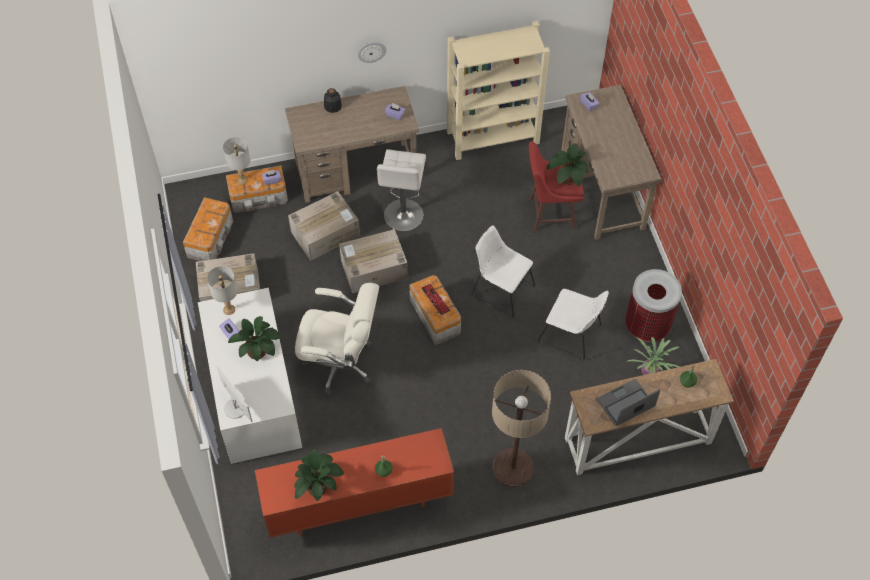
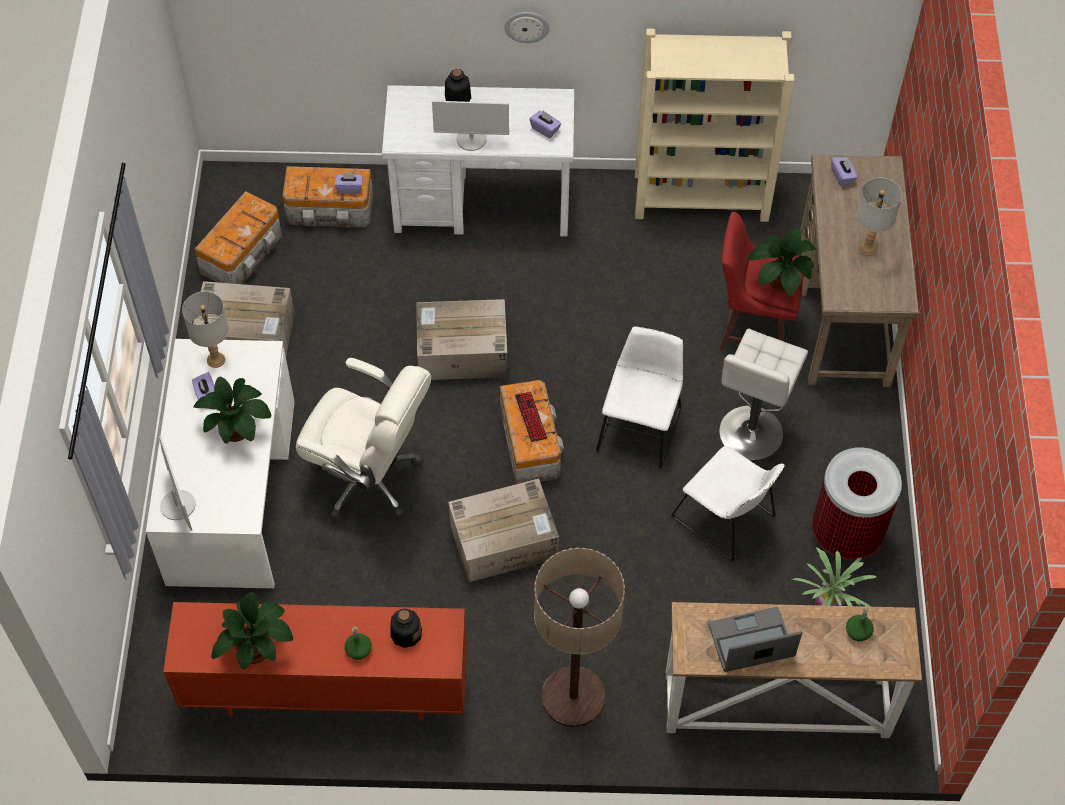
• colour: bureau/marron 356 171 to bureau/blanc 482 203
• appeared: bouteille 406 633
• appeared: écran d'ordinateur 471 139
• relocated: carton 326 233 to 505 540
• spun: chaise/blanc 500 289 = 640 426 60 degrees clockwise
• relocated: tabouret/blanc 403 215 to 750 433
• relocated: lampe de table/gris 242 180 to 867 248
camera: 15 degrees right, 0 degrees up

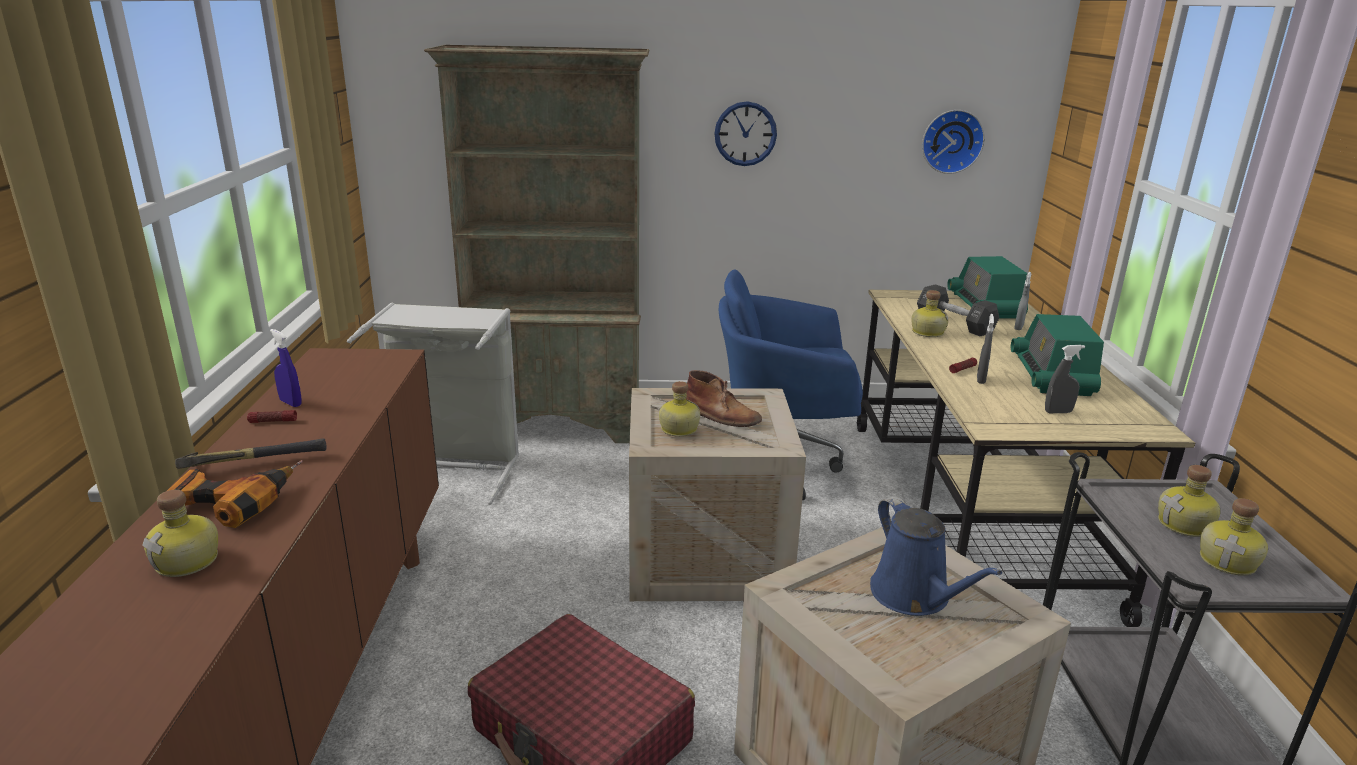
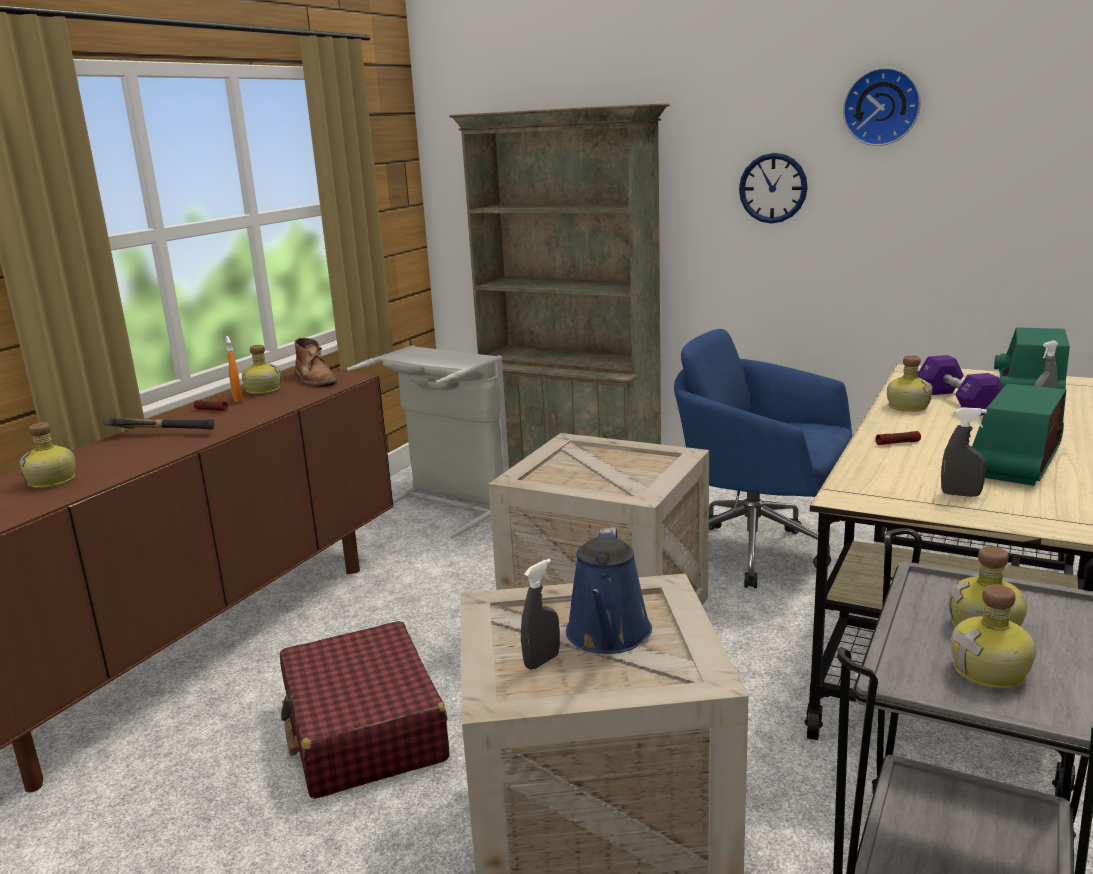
• colour: vaporisateur/bleu 290 403 to vaporisateur/orange 238 400
• relocated: bouteille 677 429 to 262 390
• relocated: botte/marron 721 416 to 315 379
• relocated: vaporisateur/gris 981 379 to 542 661
• relocated: horloge murale 951 141 to 882 107
• colour: haltère/noir 954 323 to haltère/violet 957 402
• missing: perceuse 234 500
camera: 30 degrees right, 5 degrees down

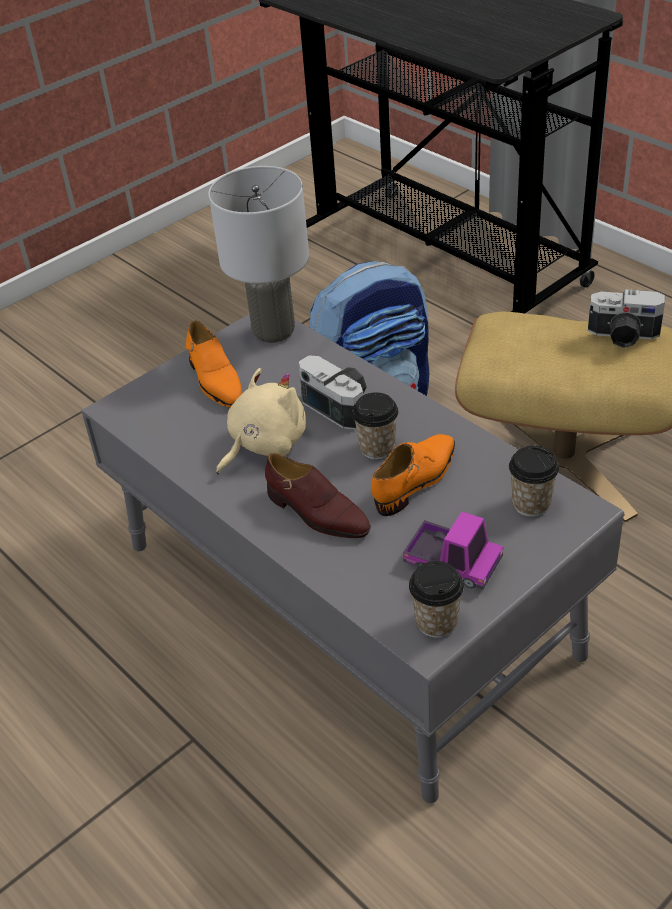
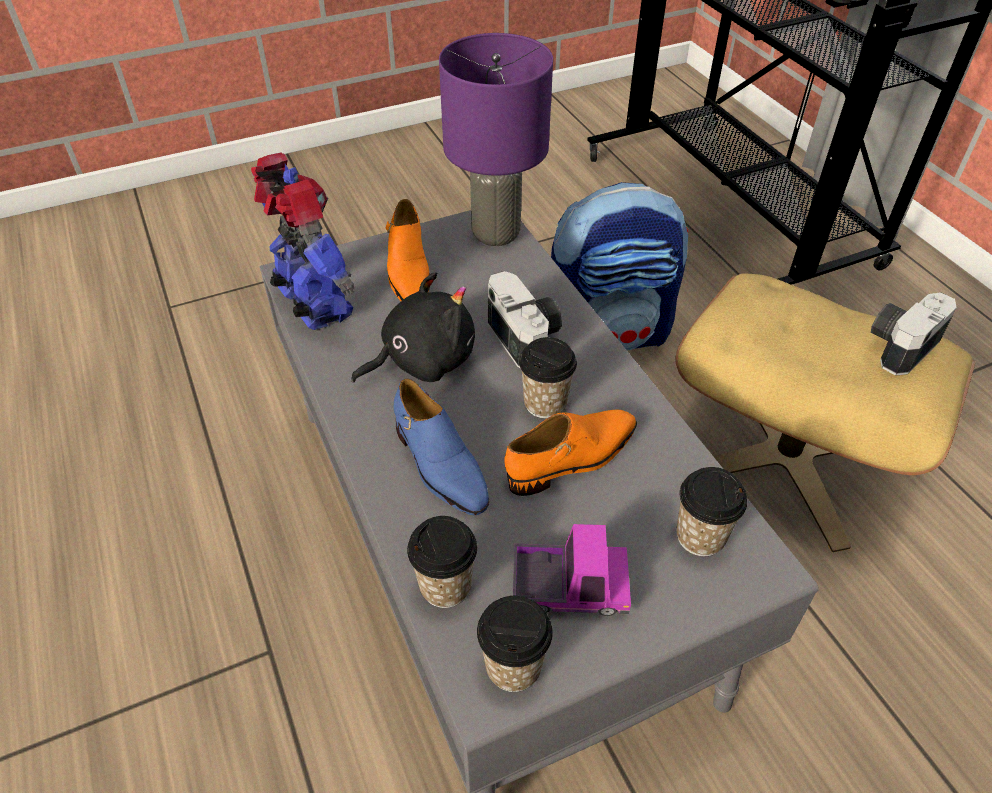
• appeared: robot jouet 314 304
• colour: peluche/beige 264 444 to peluche/noir 422 360
• colour: chaussure/marron 317 513 to chaussure/bleu 439 465
• appeared: tasse 445 586
• colour: lampe de table/blanc 276 332 to lampe de table/violet 498 234
• spun: camion jouet 453 563 = 569 587 45 degrees counterclockwise
• spun: appareil photo 623 336 = 898 344 105 degrees clockwise
camera: 15 degrees right, 5 degrees up

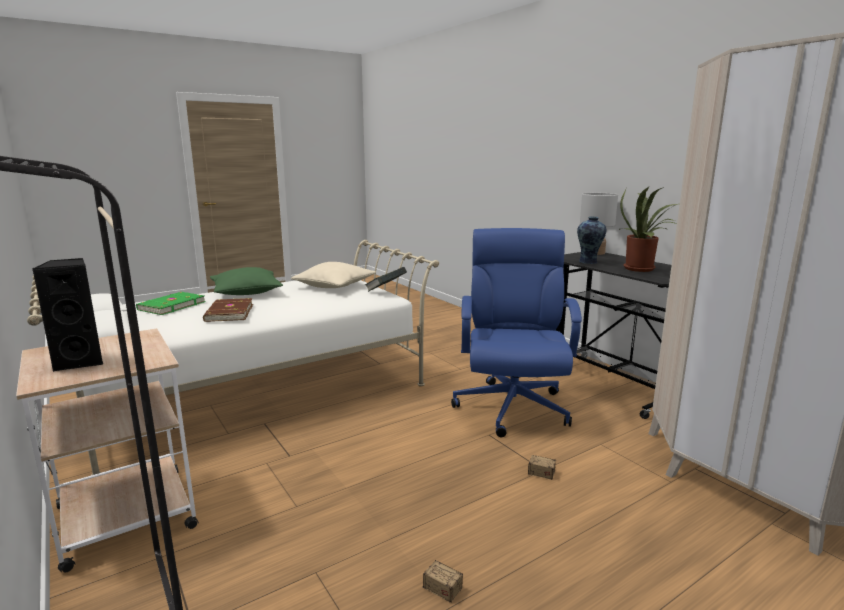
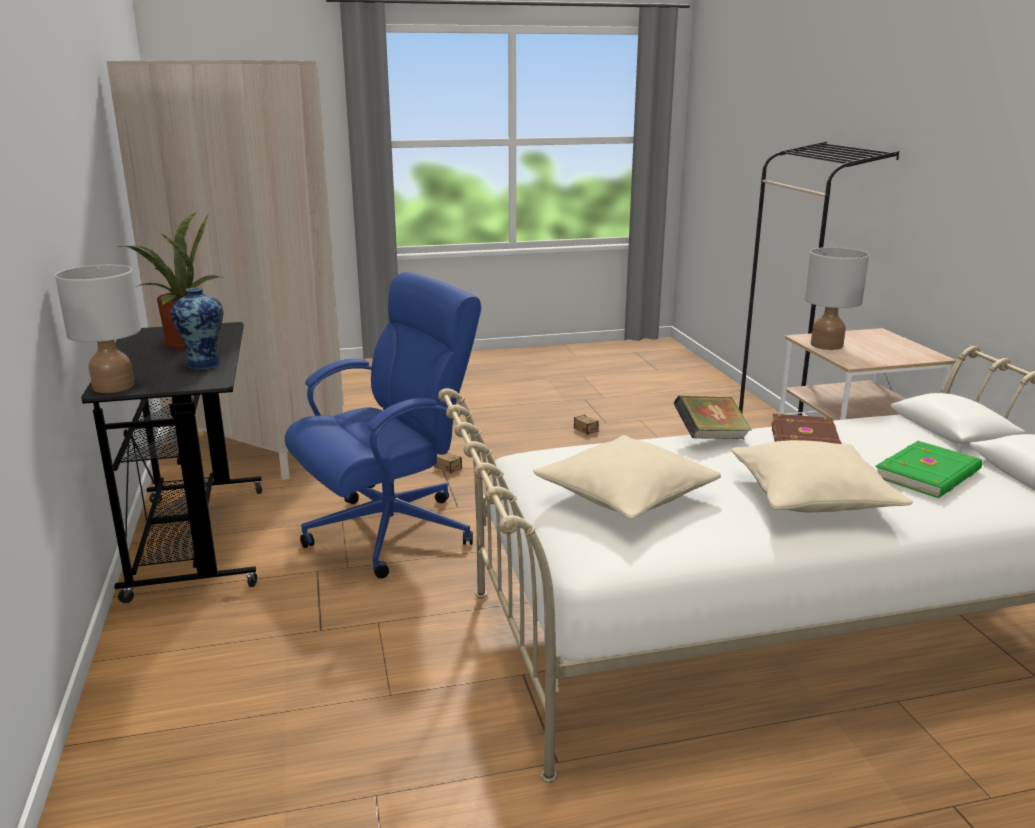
• spun: chaise de bureau/bleu 512 408 = 389 532 150 degrees counterclockwise
• relocated: livre 385 290 to 710 438
• colour: coussin/vert 246 292 to coussin/beige 812 497
• appeared: lampe de table/gris 827 345
• missing: enceinte/noir 81 361
camera: 160 degrees left, 5 degrees up

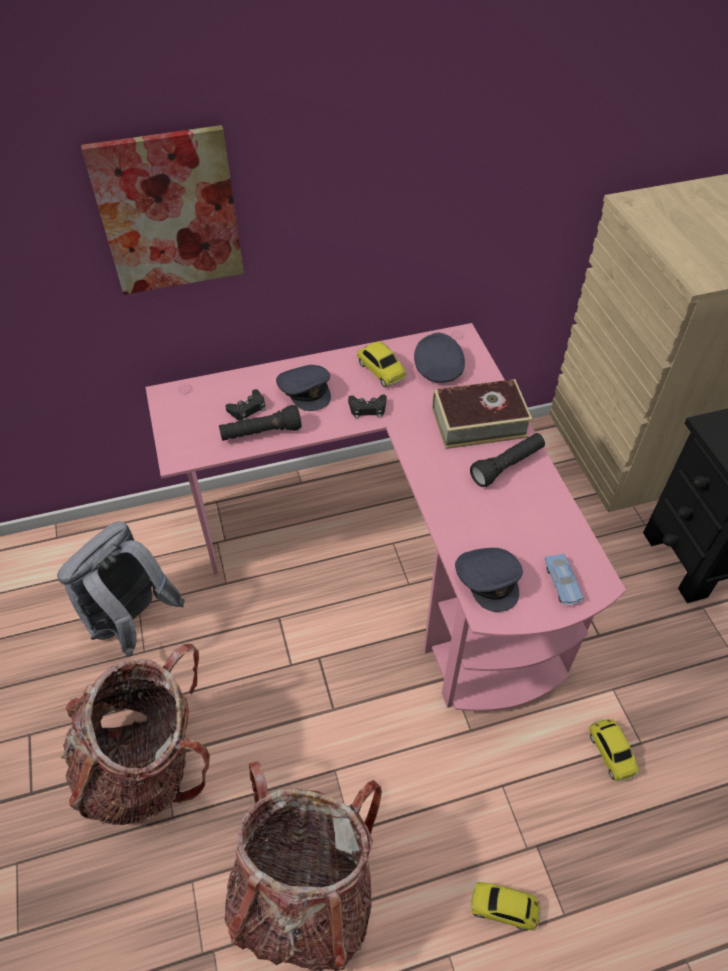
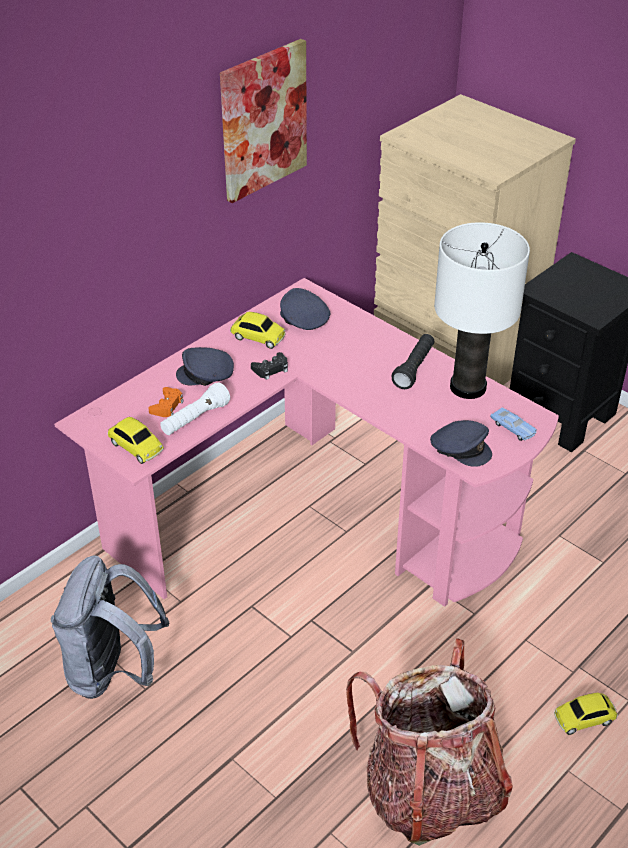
• relocated: petite voiture 611 752 to 136 447
• colour: manette/noir 248 409 to manette/orange 167 406
• colour: lampe de poche/noir 261 433 to lampe de poche/blanc 195 419
• spun: casquette/gris 306 390 = 206 374 150 degrees clockwise
• relocated: tableau 169 212 to 263 120
• appeared: lampe de table/blanc 467 387
• missing: sac à dos 147 764
• missing: livre 479 422
camera: 30 degrees left, 10 degrees down

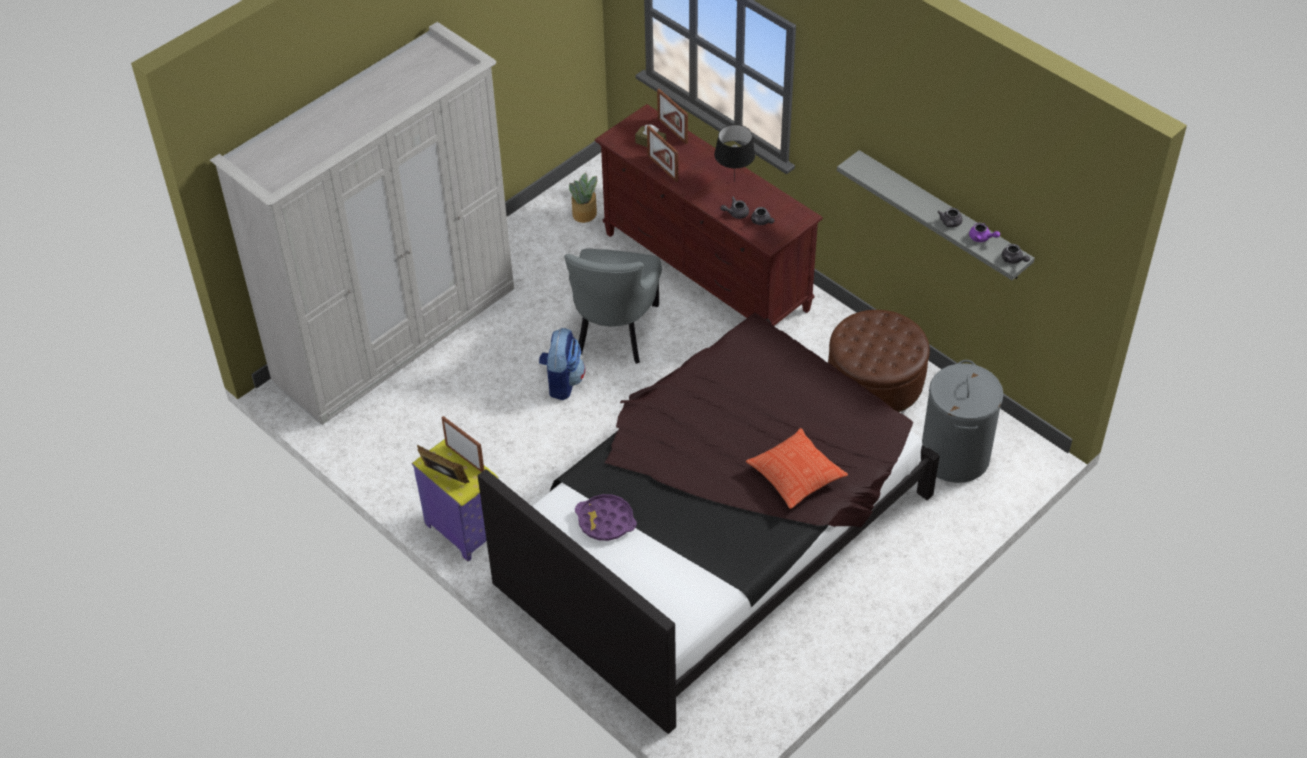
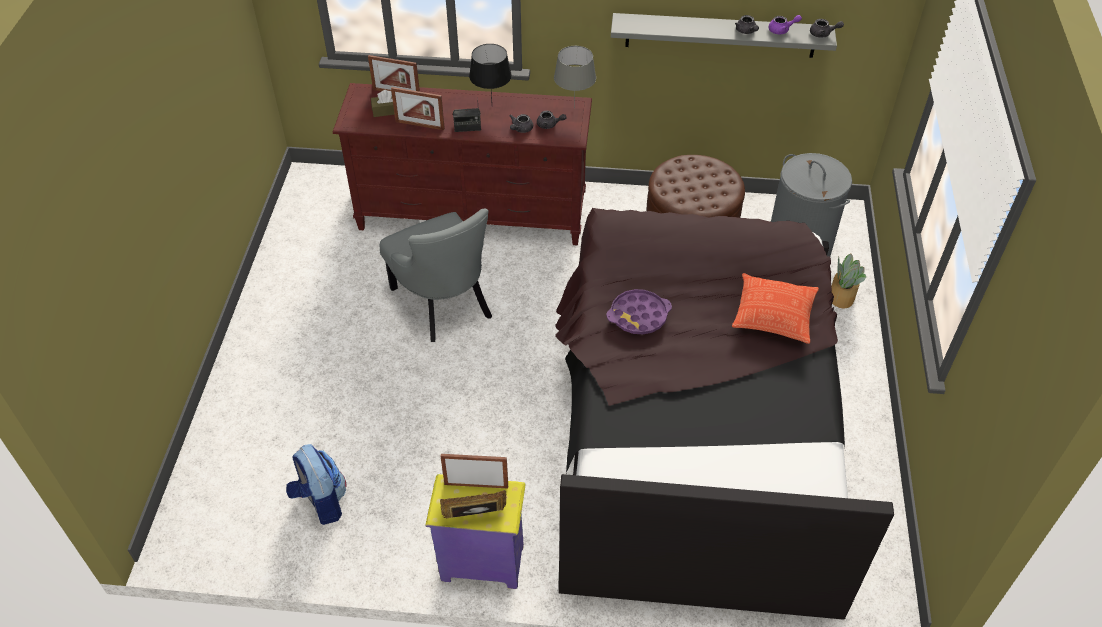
• relocated: sac à dos 562 382 to 321 502
• appeared: radio 467 128
• appeared: lampe de table/gris 574 108
• relocated: plateau/violet 605 521 to 638 316
• relocated: plante en pot 585 214 to 841 297
• missing: armoire/blanc 397 334
camera: 40 degrees left, 0 degrees up

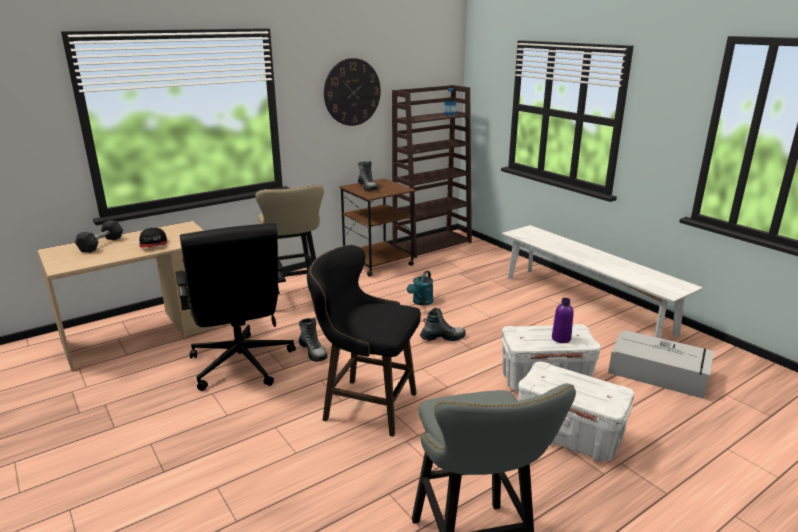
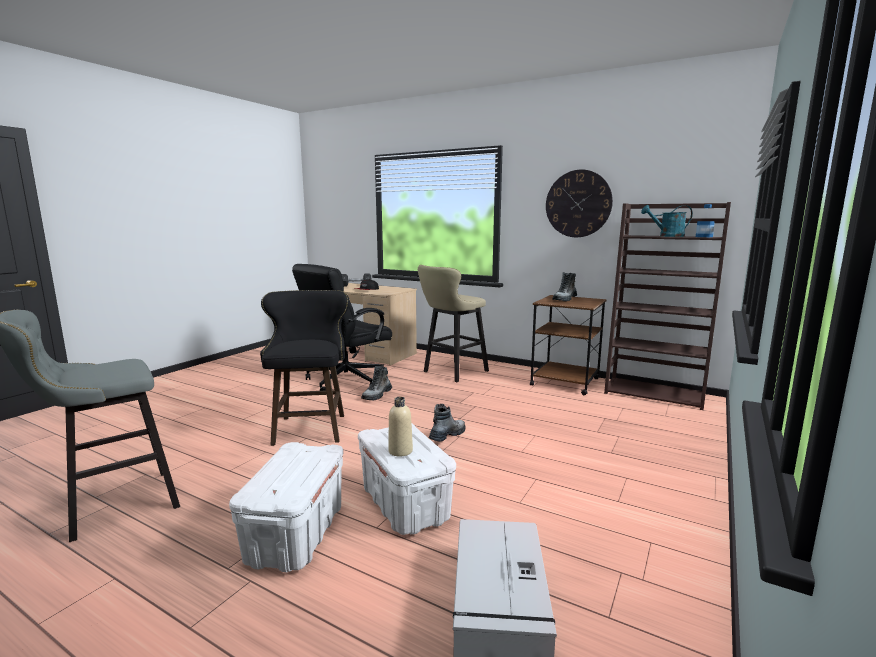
• colour: bouteille/violet 561 338 to bouteille/beige 400 451
• spun: botte 442 338 = 447 435 105 degrees counterclockwise
• relocated: arrosoir/turquoise 421 302 to 667 236
• missing: banc/blanc 584 304
camera: 65 degrees right, 10 degrees down

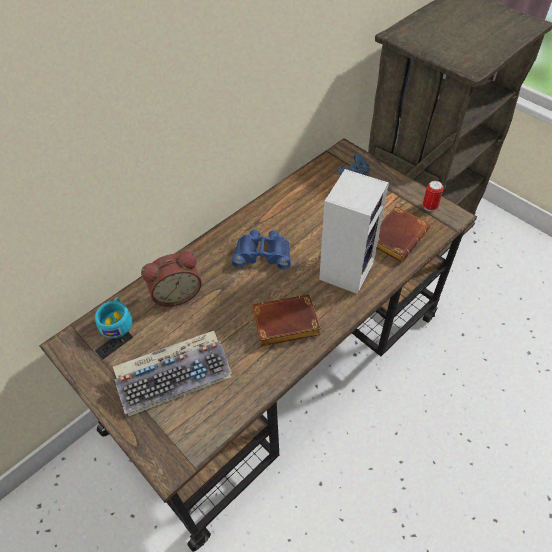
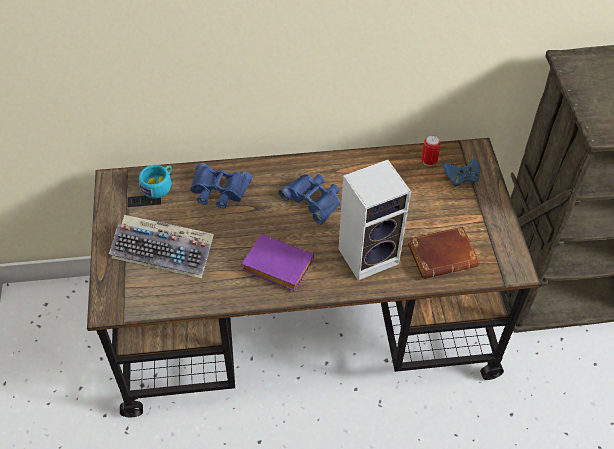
• exchanged: réveil 176 293 to jumelles/bleu 219 190
• colour: livre/marron 284 325 to livre/violet 275 266
• relocated: boîte métallique 429 206 to 428 161
camera: 35 degrees right, 0 degrees up

